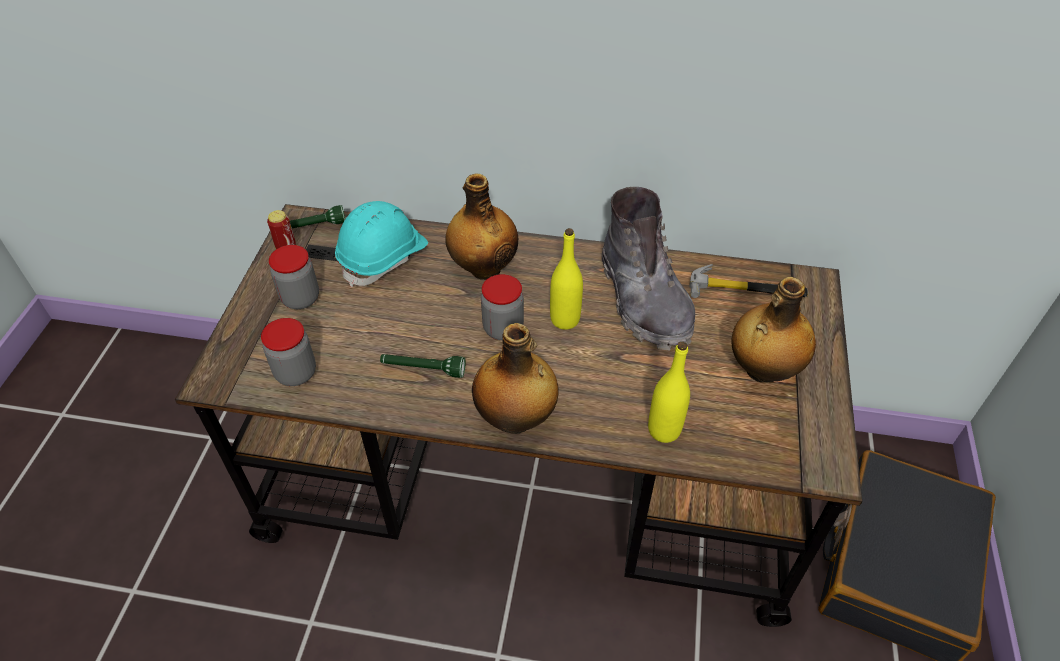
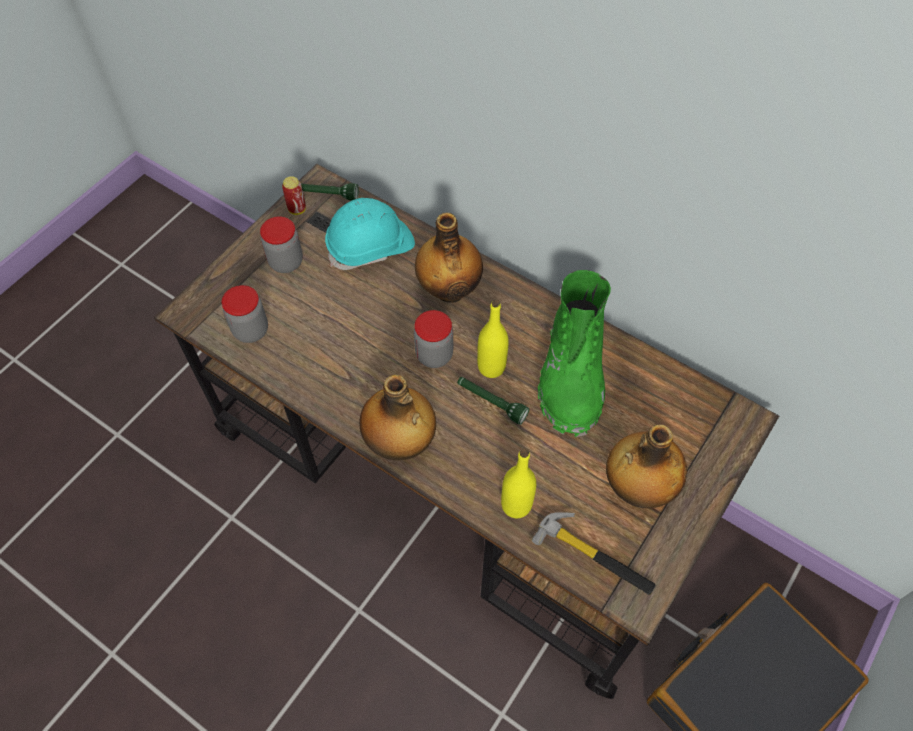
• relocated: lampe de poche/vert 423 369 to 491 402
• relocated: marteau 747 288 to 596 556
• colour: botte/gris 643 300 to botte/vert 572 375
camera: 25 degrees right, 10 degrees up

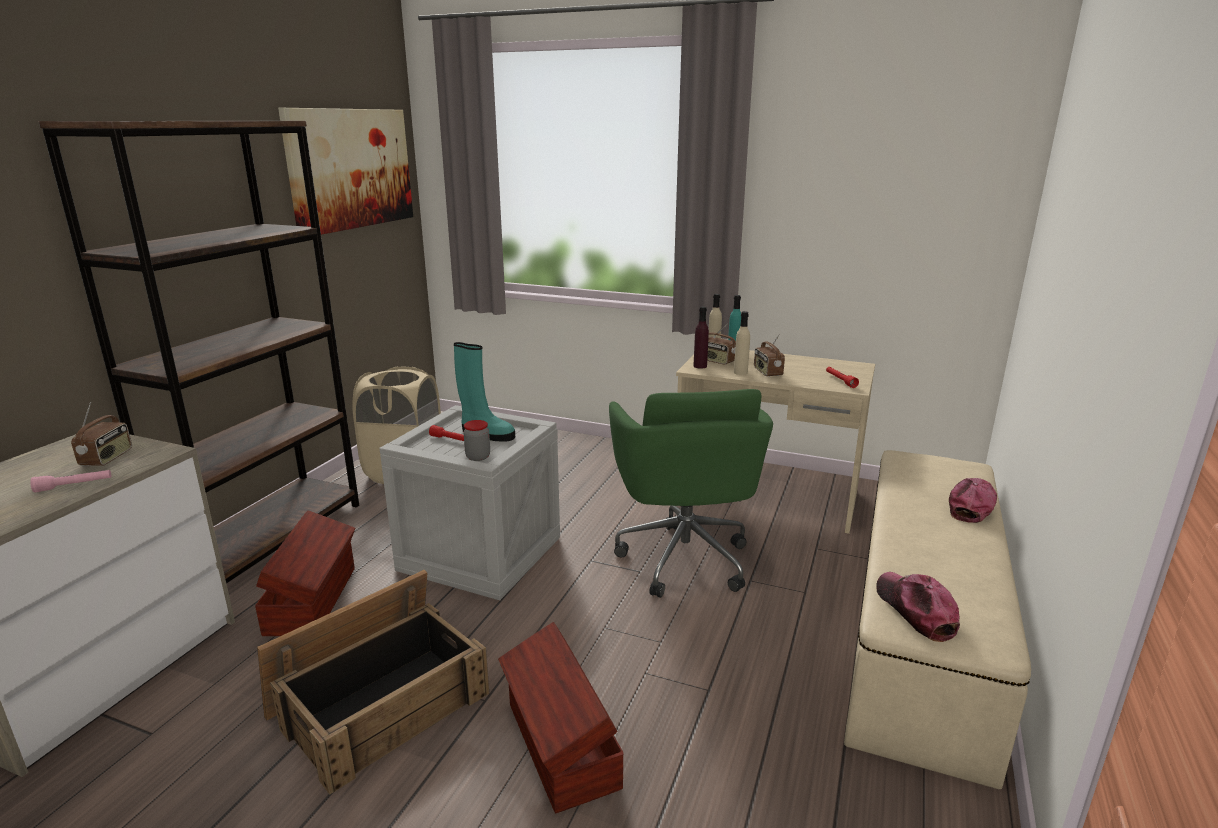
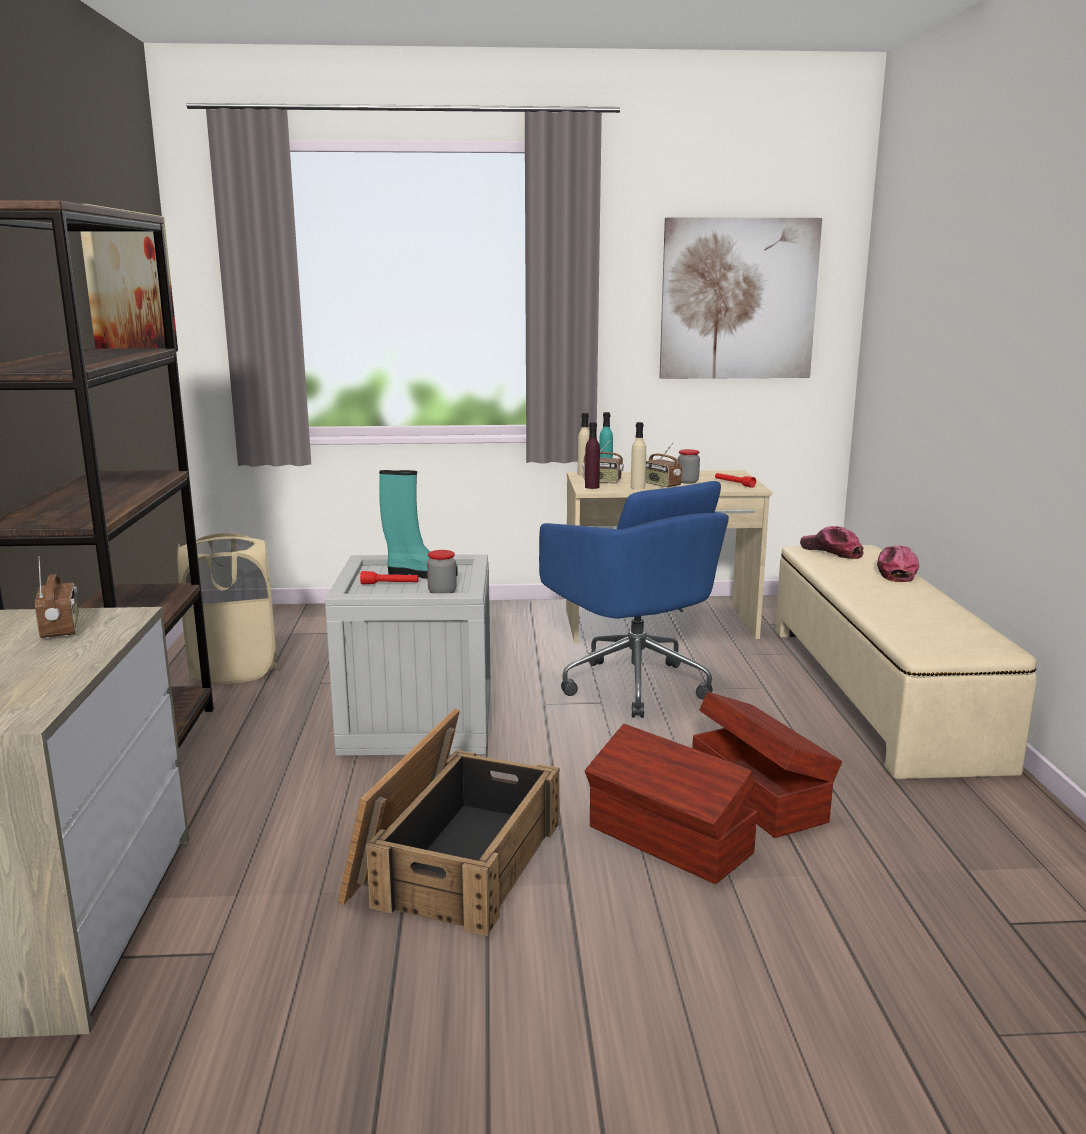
• colour: chaise de bureau/vert 682 557 to chaise de bureau/bleu 630 684
• appeared: tableau 738 299
• appeared: bocal 687 482
• relocated: boîte de rangement/marron 313 599 to 758 795
• relocated: casquette 915 610 to 831 551
• missing: lampe de poche/rose 74 486
camera: 25 degrees left, 5 degrees down

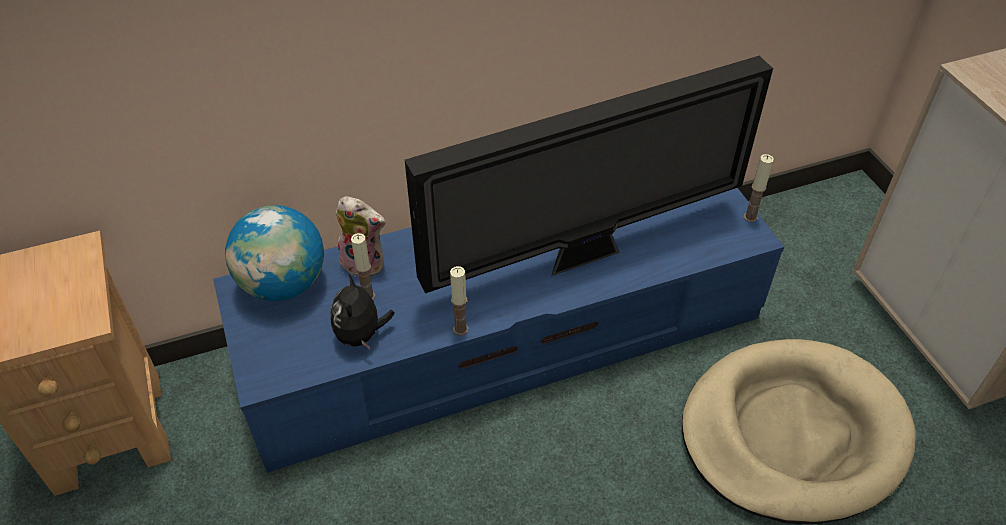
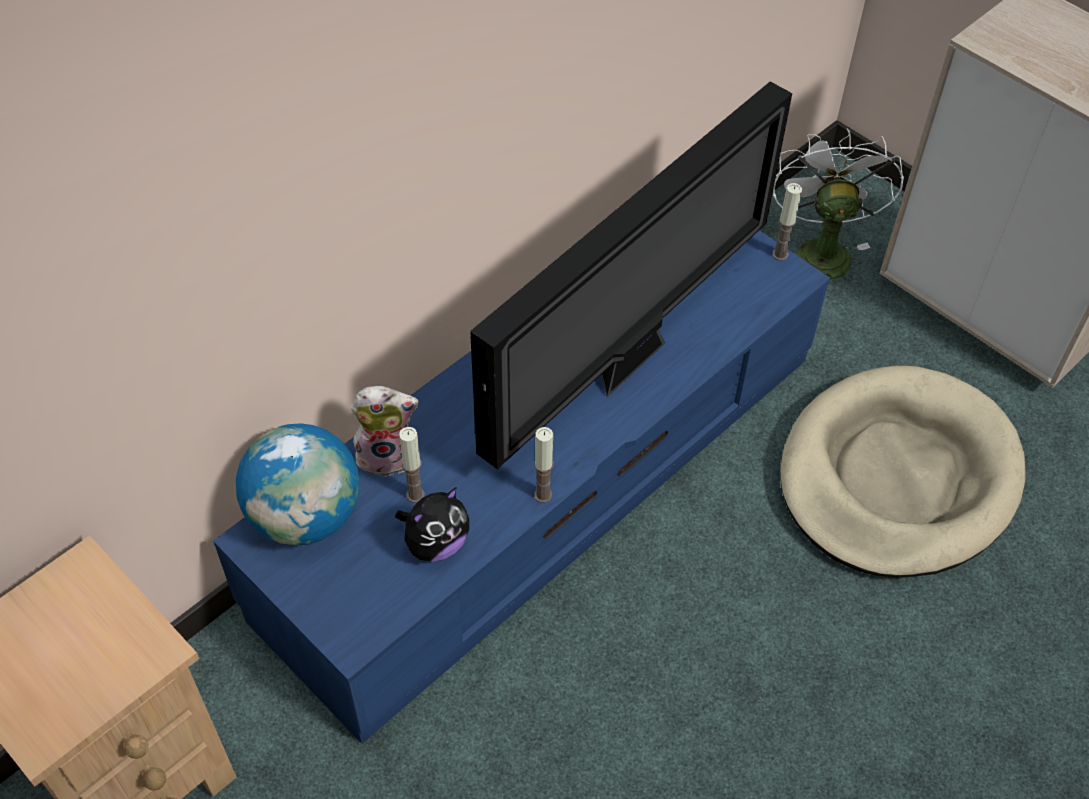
• spun: peluche 361 335 = 436 544 105 degrees counterclockwise
• appeared: ventilateur/blanc 819 250
camera: 25 degrees left, 5 degrees up

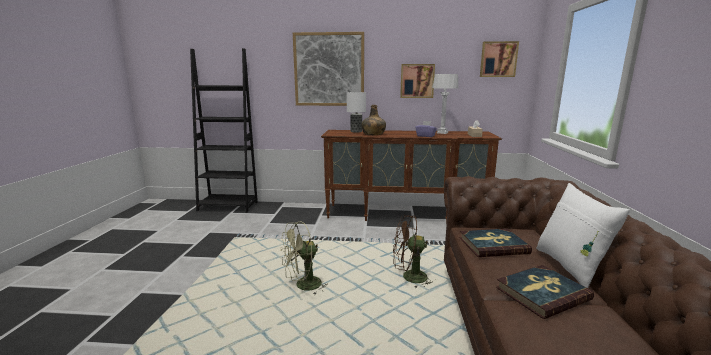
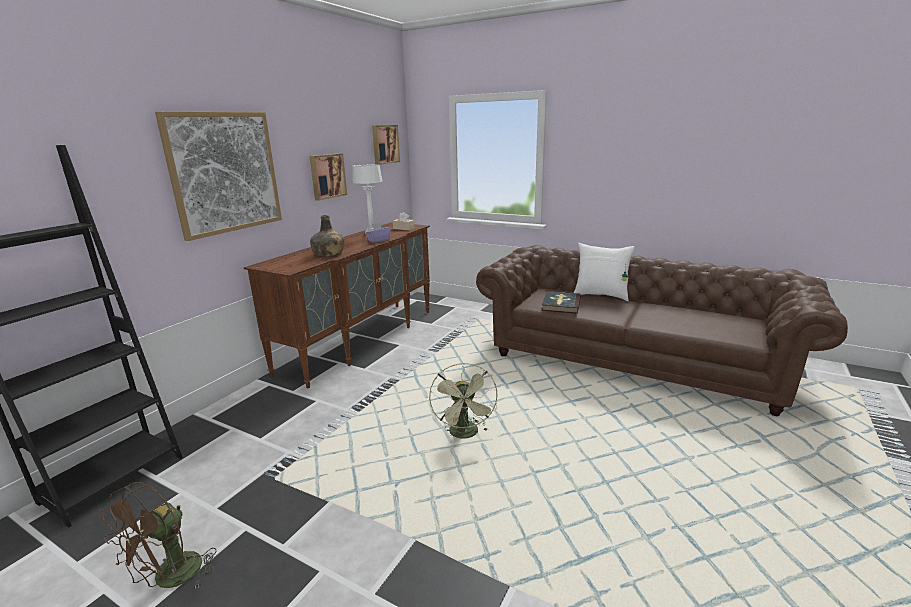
• relocated: ventilateur/marron 409 277 to 170 579
• missing: lampe de table 356 131
• missing: livre 542 293
camera: 65 degrees left, 5 degrees up

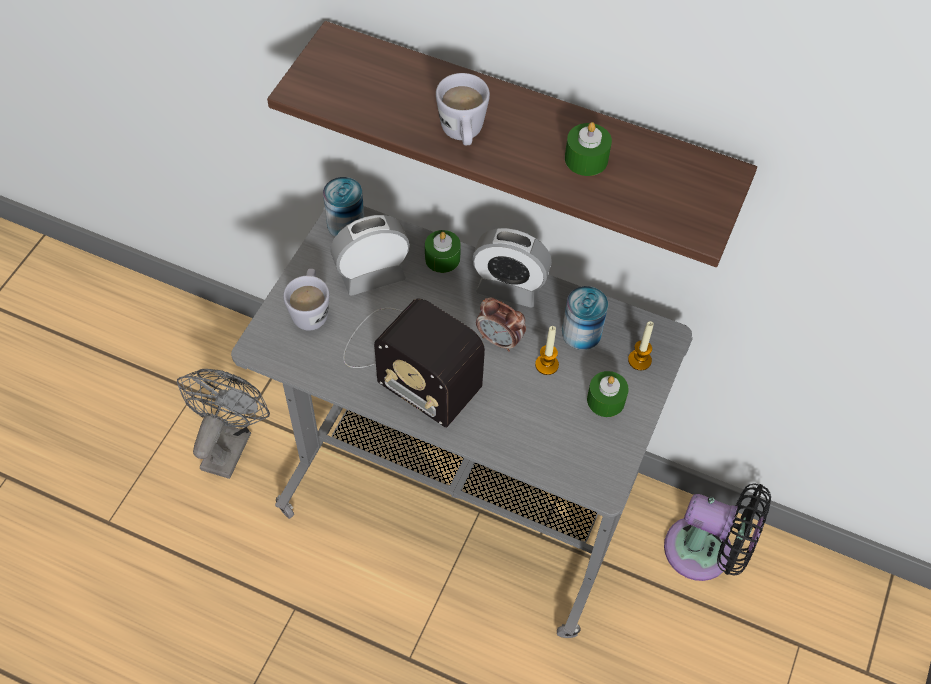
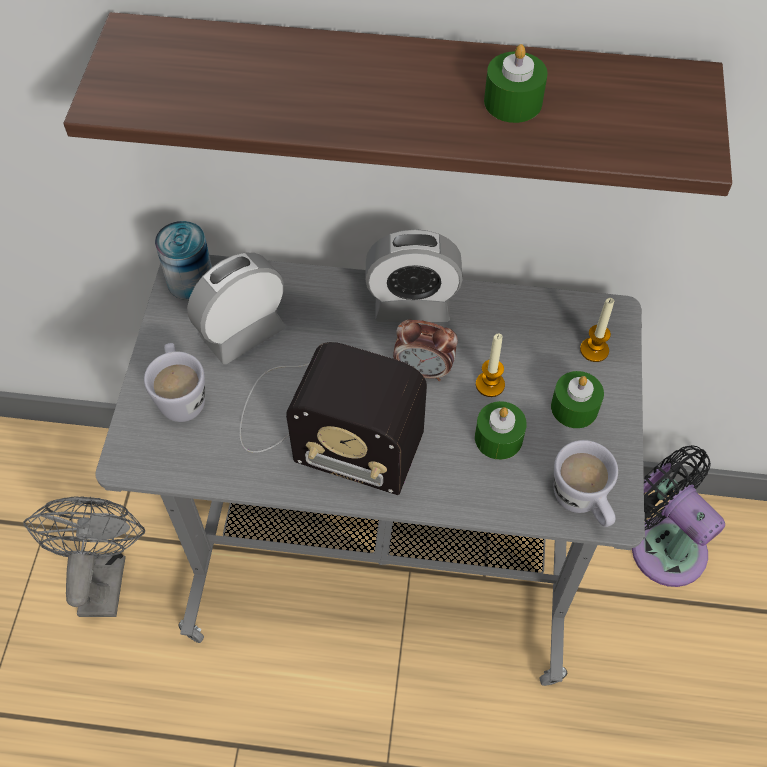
• relocated: bougie/vert 442 258 to 498 438
• relocated: mug/blanc 463 135 to 582 503
• spun: ventilateur/noir 705 552 = 662 544 135 degrees counterclockwise
• missing: boîte métallique 581 332
camera: 15 degrees left, 0 degrees up

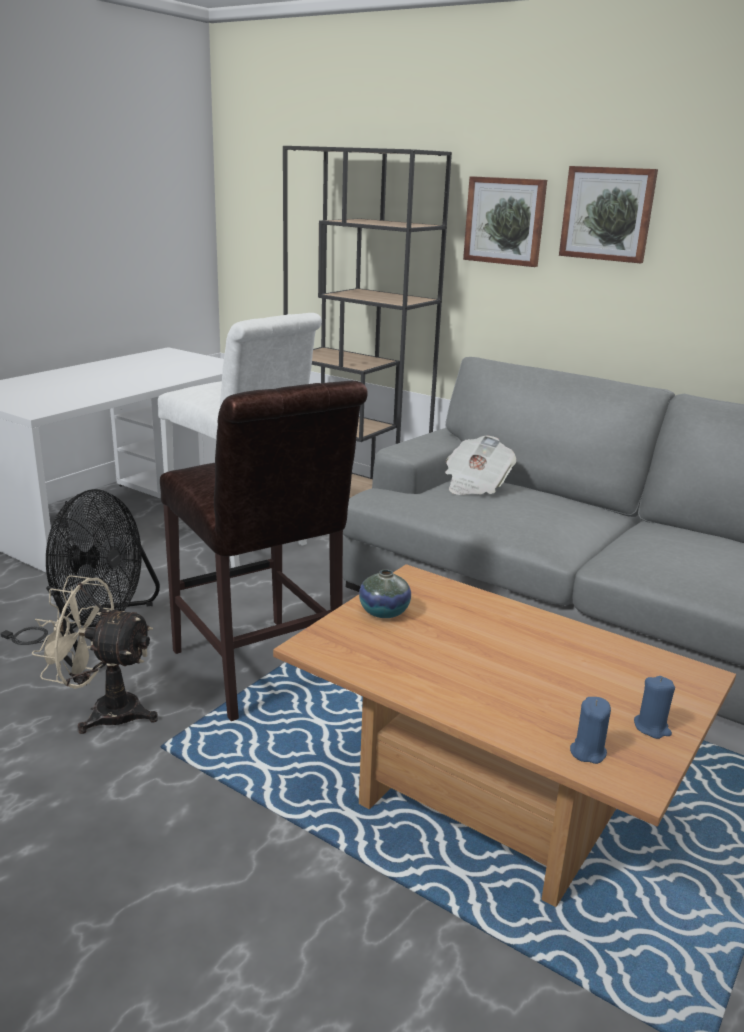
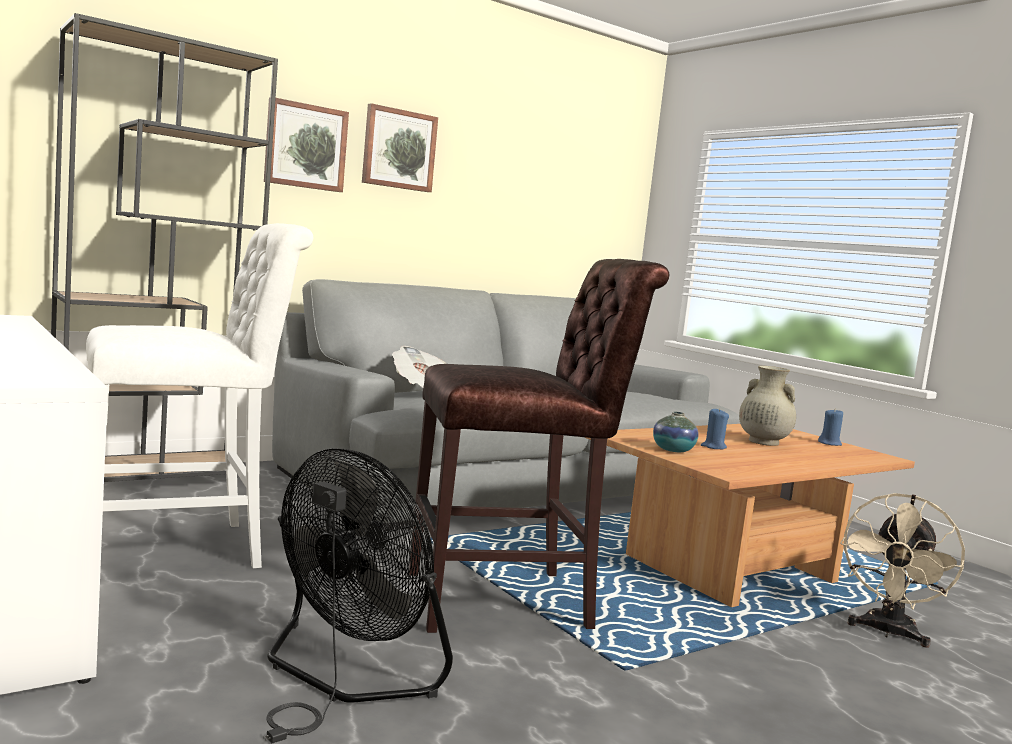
• relocated: bougie/bleu 587 752 to 713 447
• appeared: vase/beige 762 442
• relocated: ventilateur/beige 104 711 to 888 633
camera: 70 degrees left, 15 degrees down

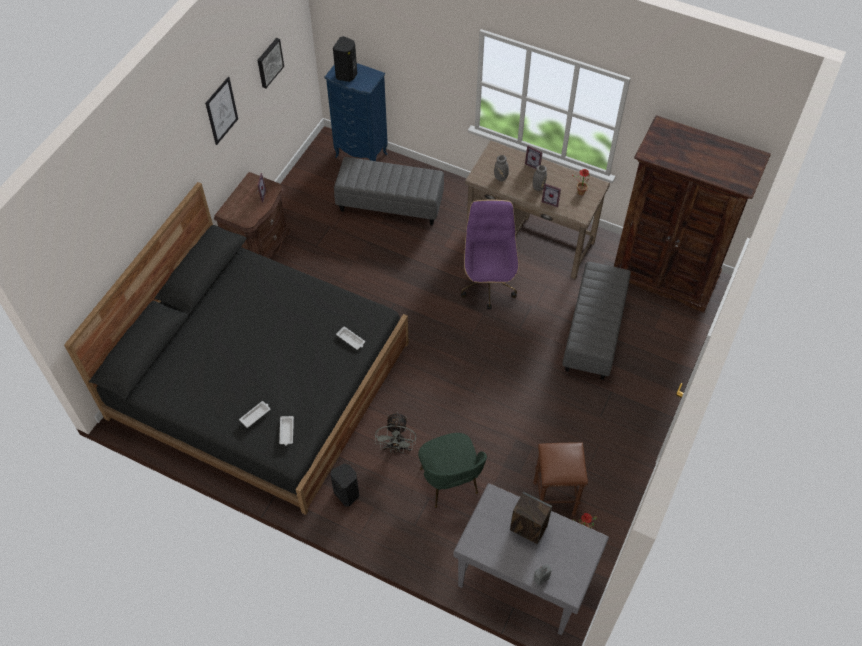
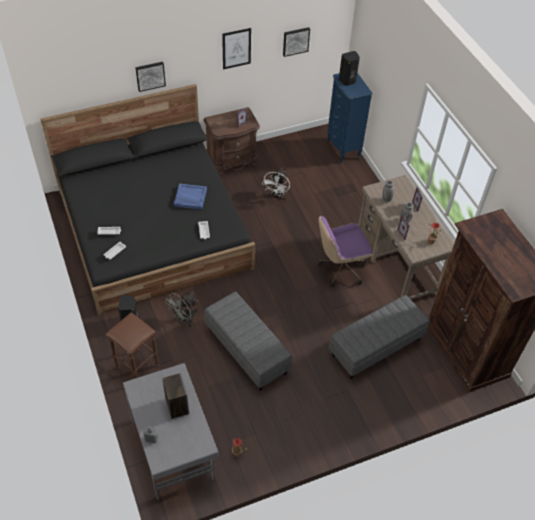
• relocated: tabouret/marron 555 497 to 138 367
• appeared: tableau 150 75
• appeared: plateau/bleu 190 198
• relocated: pouf/gris 390 205 to 247 351
• appeared: ventilateur/blanc 276 196
• spun: chaise de bureau/violet 488 283 = 340 270 150 degrees counterclockwise
• missing: chaise/vert 450 486
camera: 40 degrees right, 5 degrees down

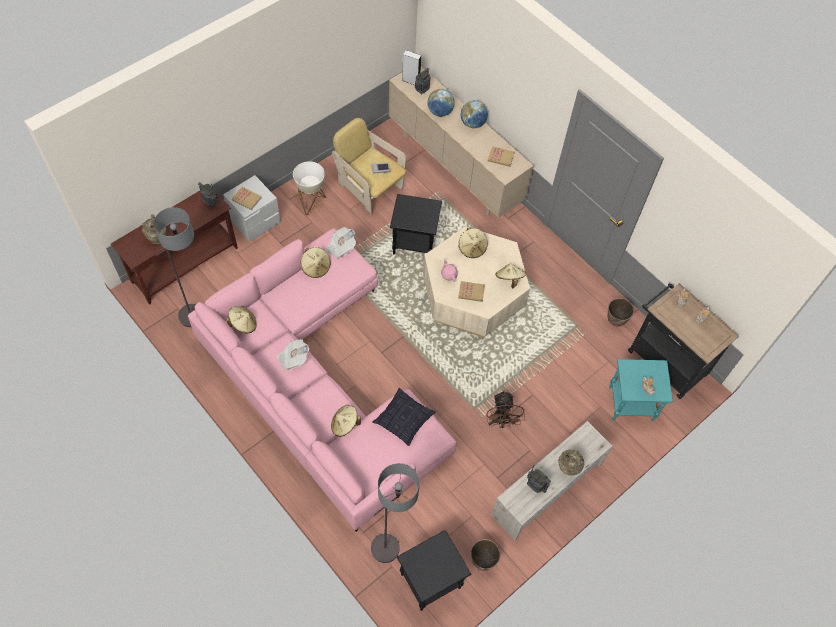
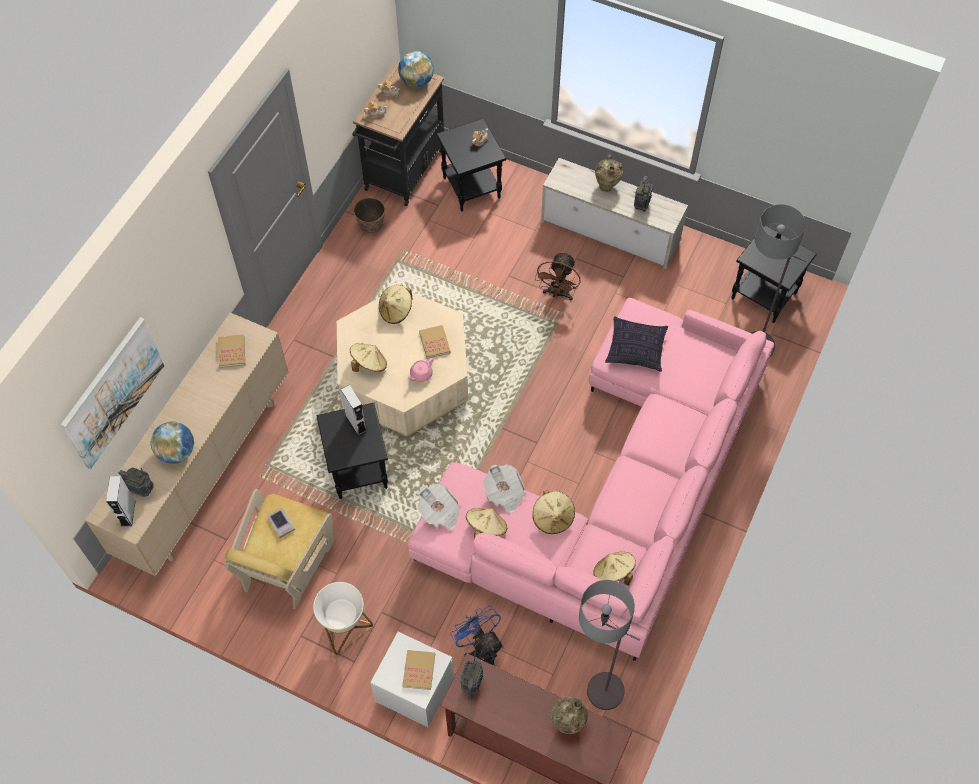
• appeared: tableau 112 392
• appeared: enceinte/gris 356 423
• relocated: globe 473 123 to 417 81
• colour: table d'appoint/turquoise 631 403 to table d'appoint/noir 470 187
• appeared: ventilateur/bleu 481 649
• relocated: journal 293 358 to 504 493
• relocated: chapeau/beige 344 425 to 553 518
• spun: ventilateur/marron 501 422 = 558 294 135 degrees clockwise
• missing: cache-pot 482 561
camera: 110 degrees left, 0 degrees up

